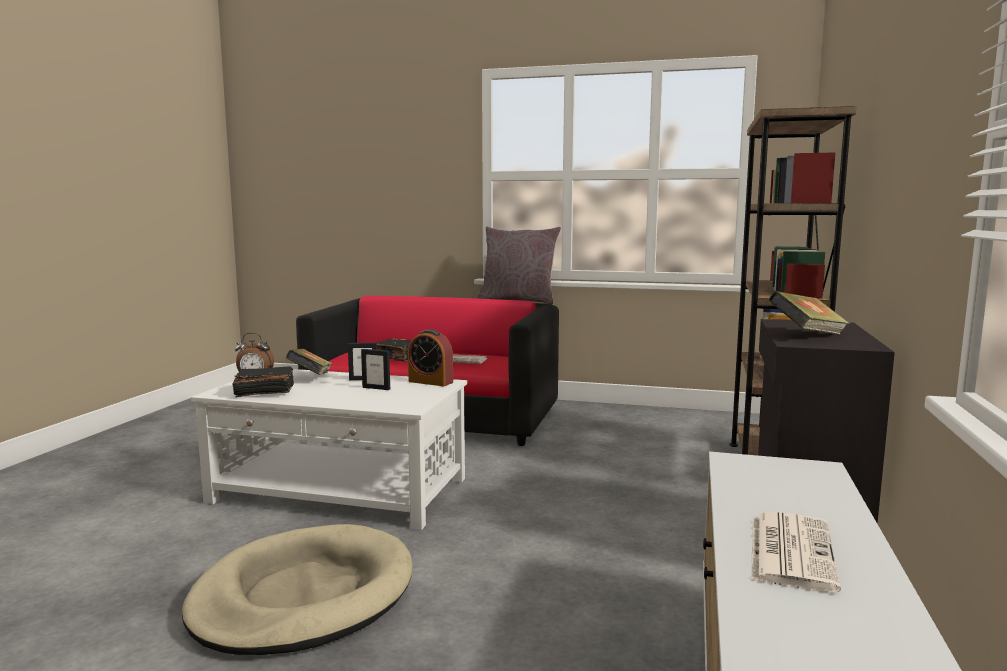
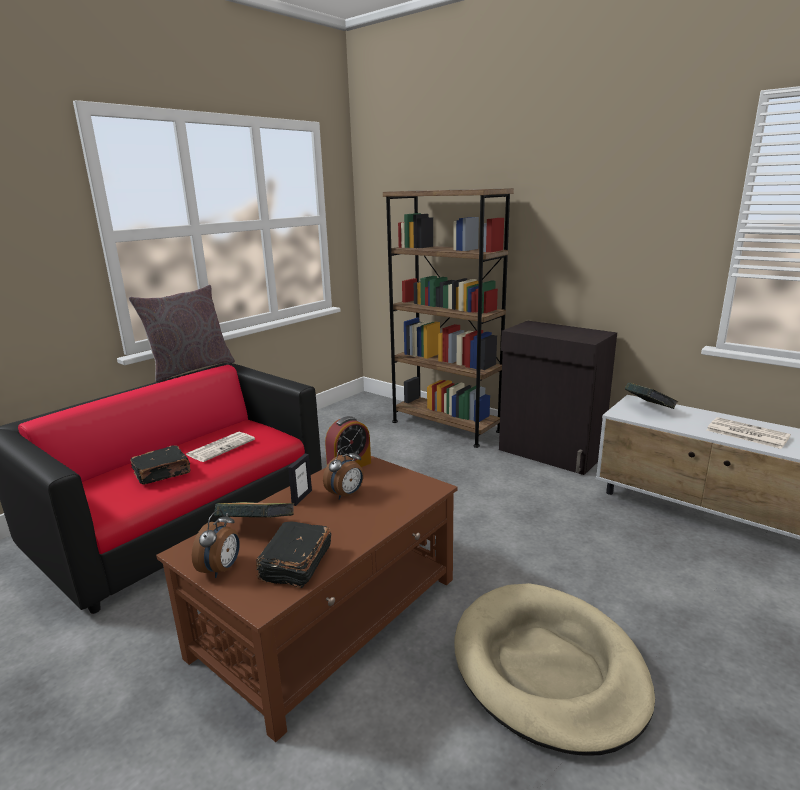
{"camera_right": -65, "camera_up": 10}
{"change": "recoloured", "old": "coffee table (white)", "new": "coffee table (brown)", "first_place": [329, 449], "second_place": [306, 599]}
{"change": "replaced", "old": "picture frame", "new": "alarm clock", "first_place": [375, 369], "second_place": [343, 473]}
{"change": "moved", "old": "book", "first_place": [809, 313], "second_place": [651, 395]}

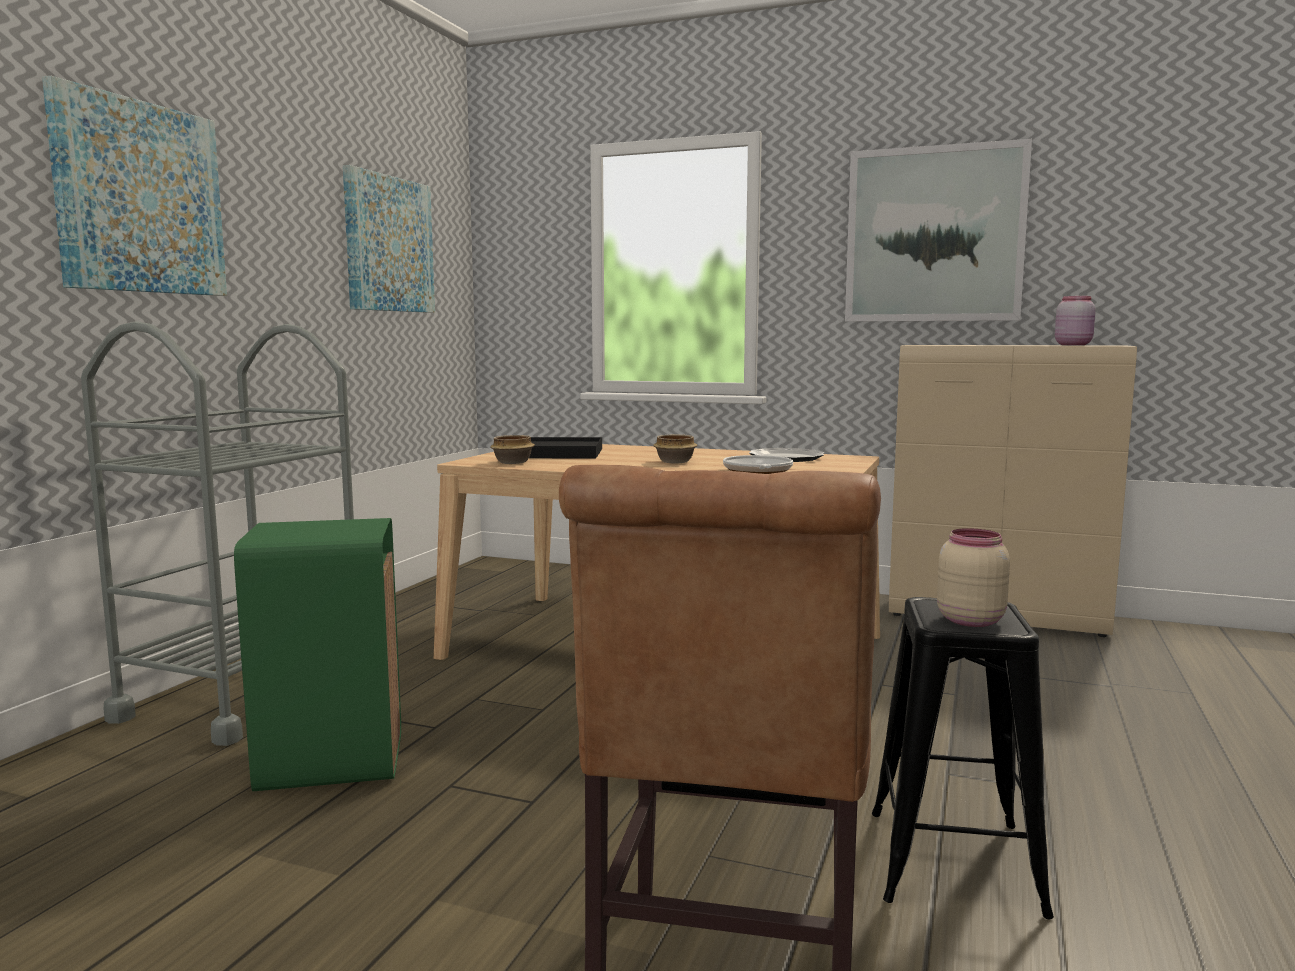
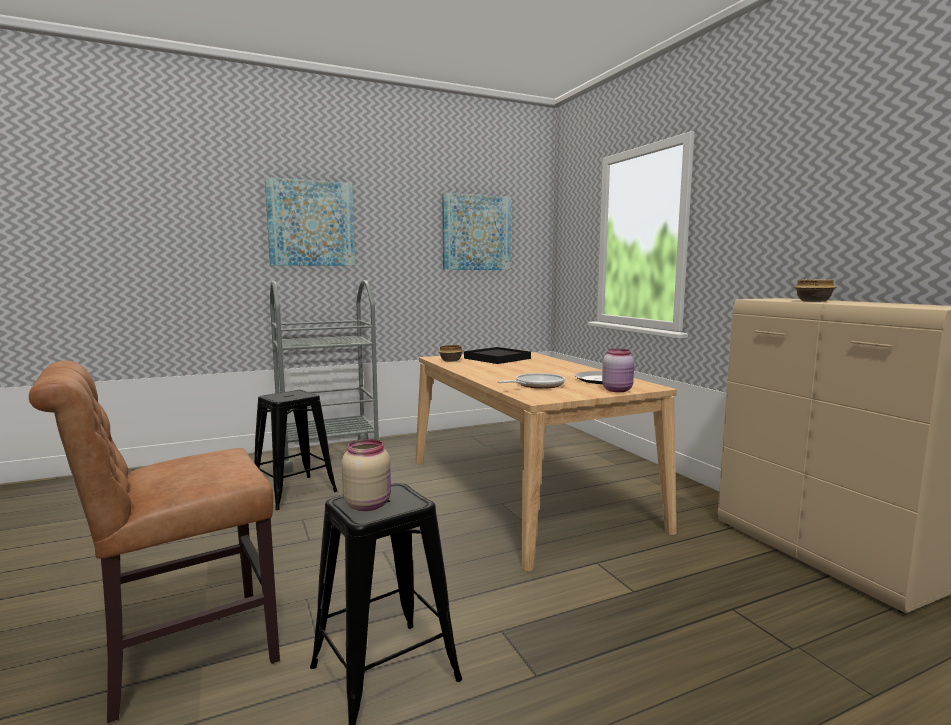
{"camera_right": 45, "camera_up": 0}
{"change": "replaced", "old": "trash can (green)", "new": "stool (black)", "first_place": [317, 654], "second_place": [295, 450]}
{"change": "moved", "old": "jar (pink)", "first_place": [1075, 320], "second_place": [618, 370]}
{"change": "moved", "old": "bowl", "first_place": [675, 448], "second_place": [815, 290]}
{"change": "removed", "old": "picture", "first_place": [938, 230]}

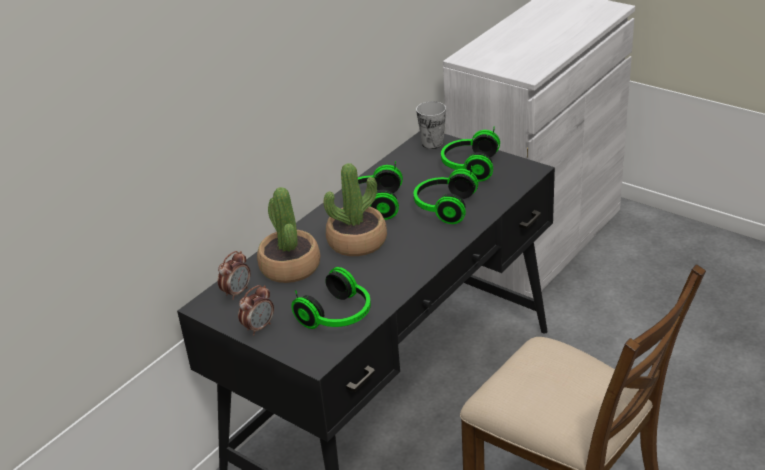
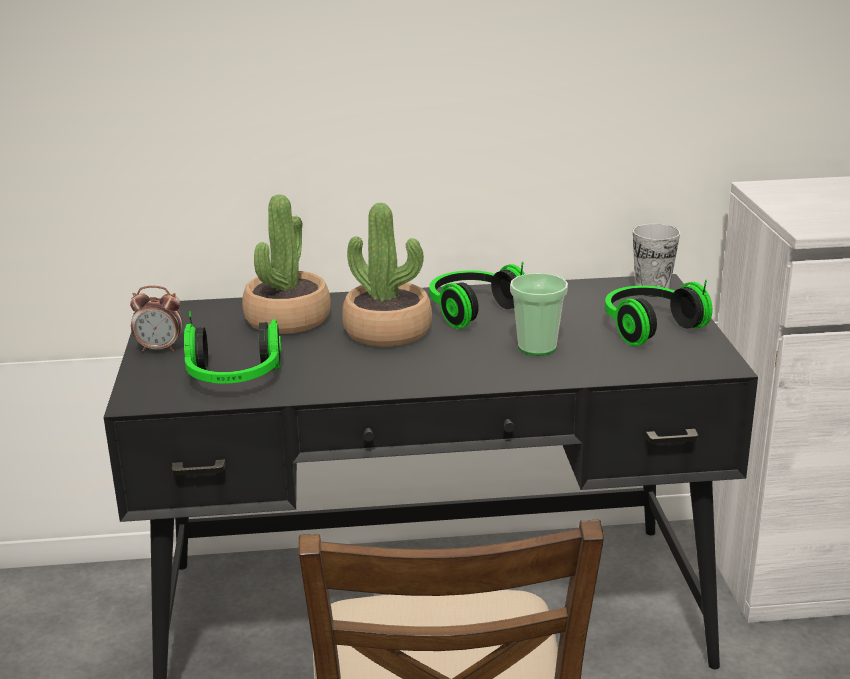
{"camera_right": 45, "camera_up": -10}
{"change": "replaced", "old": "headphones", "new": "cup", "first_place": [446, 195], "second_place": [539, 314]}
{"change": "removed", "old": "alarm clock", "first_place": [234, 275]}

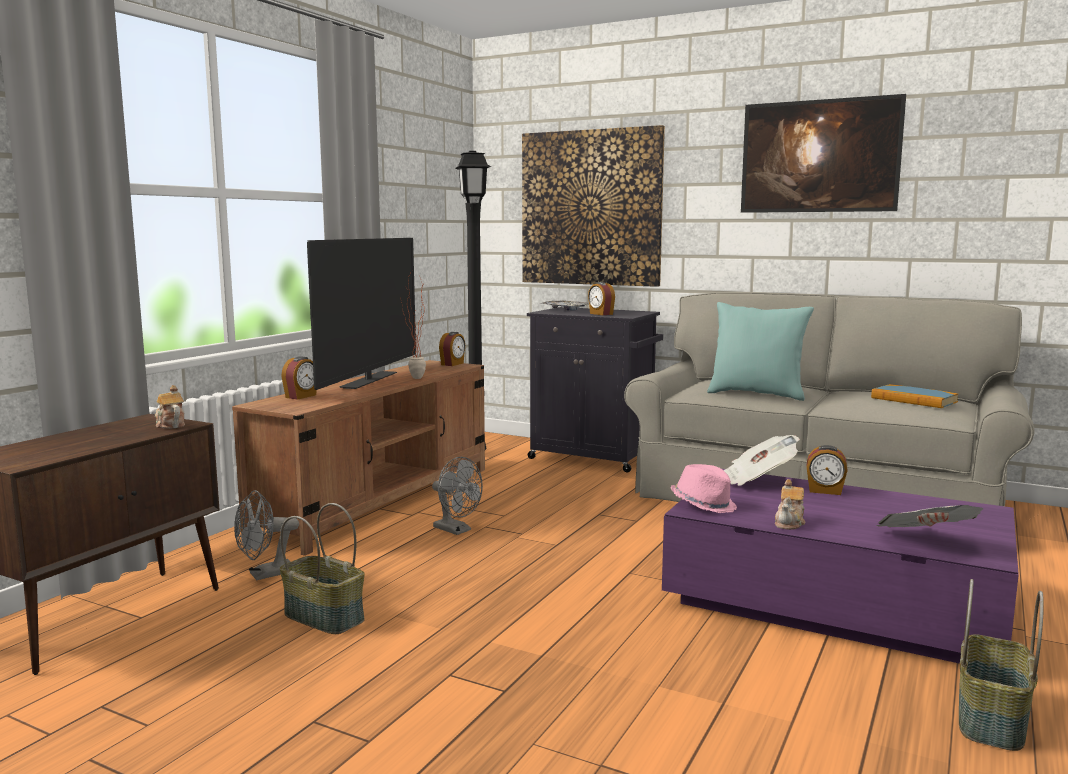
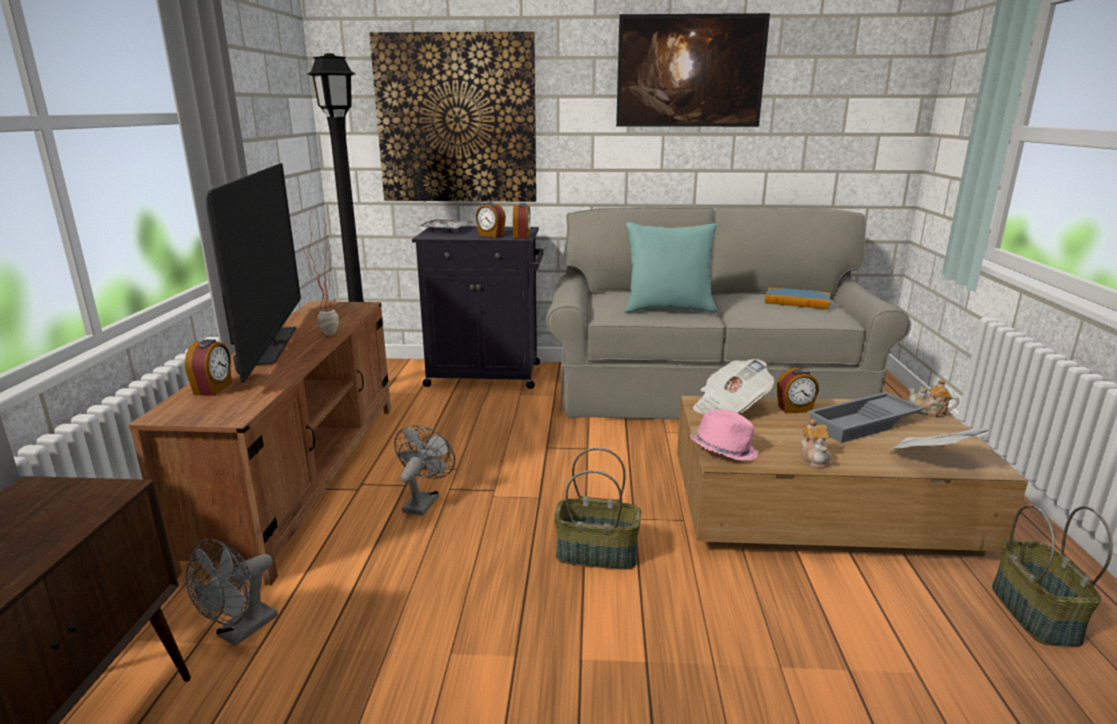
{"camera_right": -25, "camera_up": 10}
{"change": "turned", "old": "fan (grey)", "first_place": [457, 496], "second_place": [424, 470], "degrees": -90}
{"change": "moved", "old": "alarm clock", "first_place": [452, 349], "second_place": [521, 221]}
{"change": "moved", "old": "basket", "first_place": [322, 568], "second_place": [597, 509]}
{"change": "recoloured", "old": "coffee table (purple)", "new": "coffee table (brown)", "first_place": [840, 566], "second_place": [852, 476]}
{"change": "added", "new": "tray (grey)", "second_place": [866, 417]}
{"change": "moved", "old": "teapot", "first_place": [170, 406], "second_place": [933, 398]}

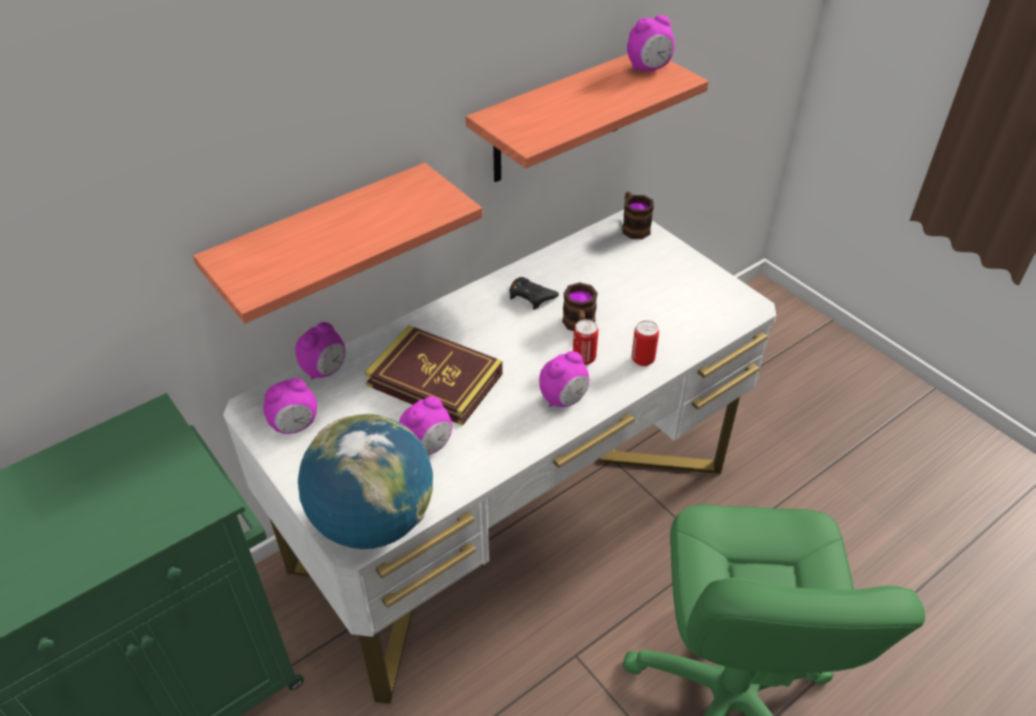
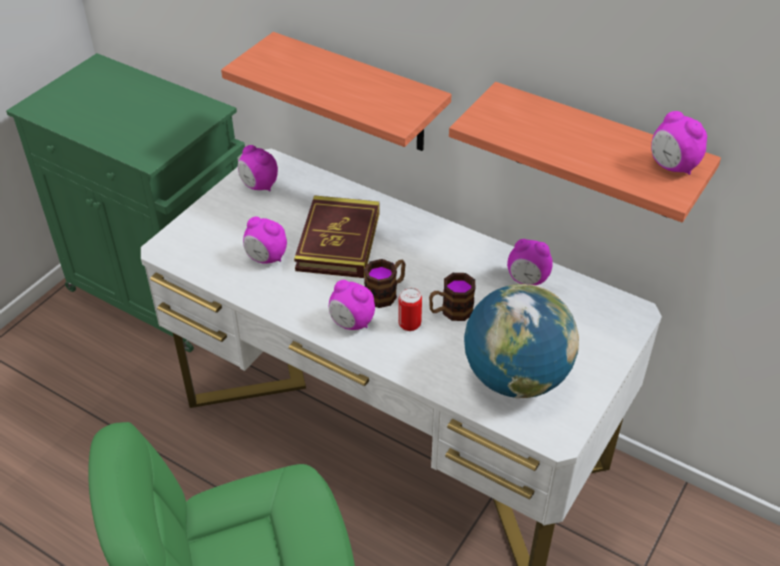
{"camera_right": 70, "camera_up": 0}
{"change": "moved", "old": "mug", "first_place": [638, 215], "second_place": [385, 283]}
{"change": "moved", "old": "globe", "first_place": [365, 481], "second_place": [521, 341]}
{"change": "moved", "old": "alarm clock", "first_place": [320, 351], "second_place": [530, 262]}
{"change": "removed", "old": "game controller (black)", "first_place": [534, 293]}
{"change": "removed", "old": "can", "first_place": [645, 343]}

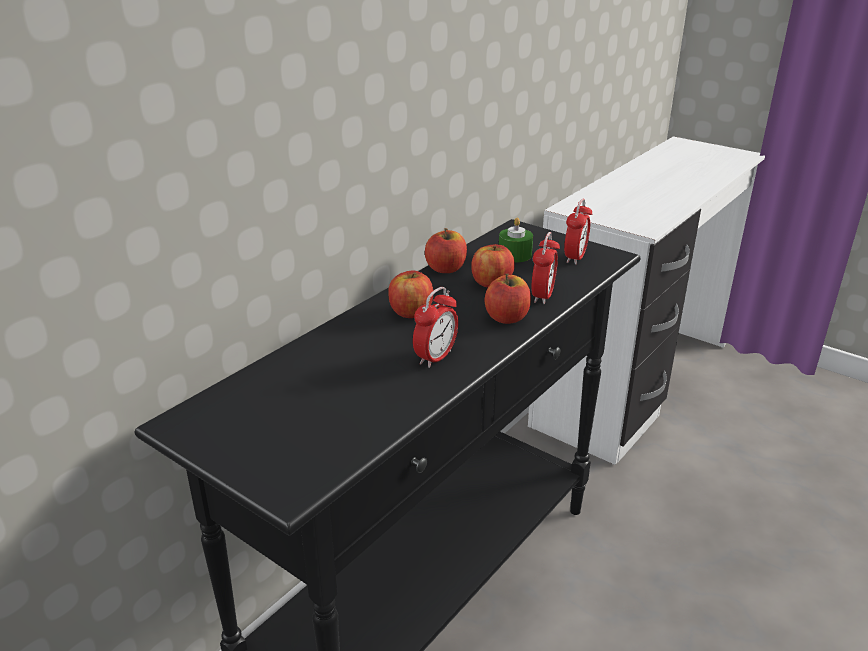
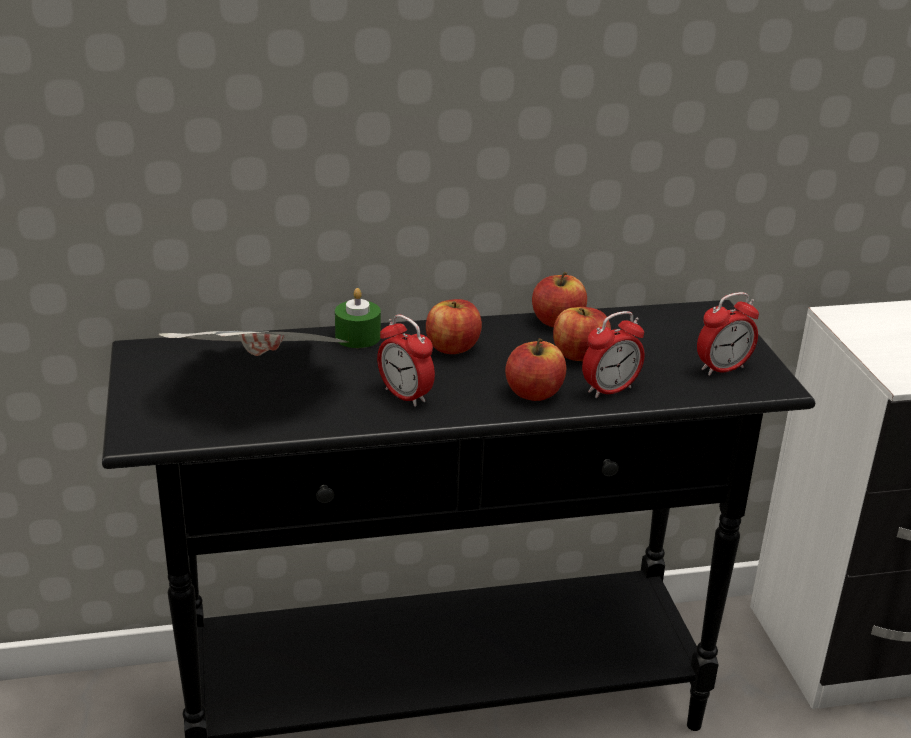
{"camera_right": 40, "camera_up": 0}
{"change": "added", "new": "newspaper", "second_place": [254, 343]}
{"change": "moved", "old": "candle (green)", "first_place": [516, 239], "second_place": [358, 318]}
{"change": "turned", "old": "alarm clock", "first_place": [435, 327], "second_place": [406, 361], "degrees": 60}

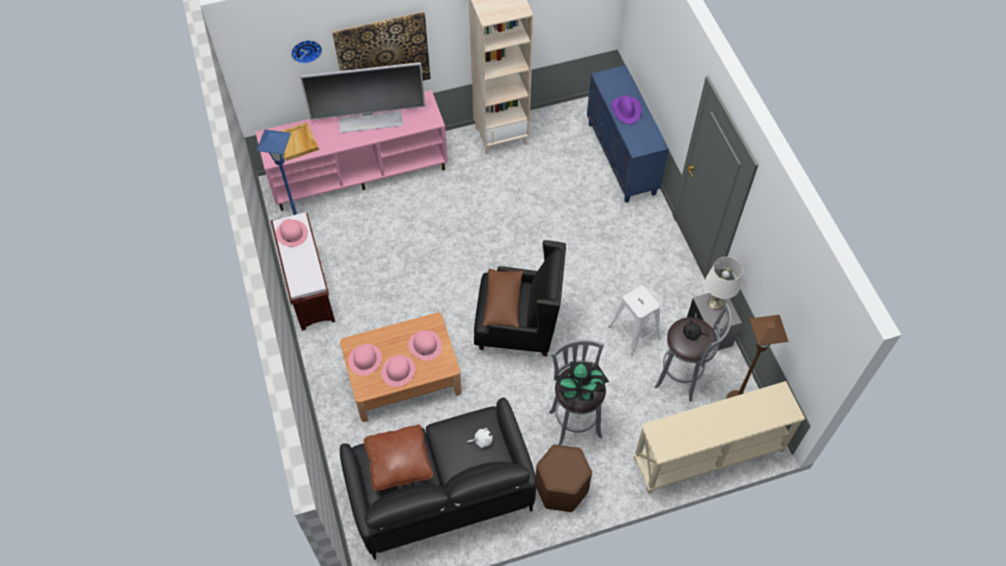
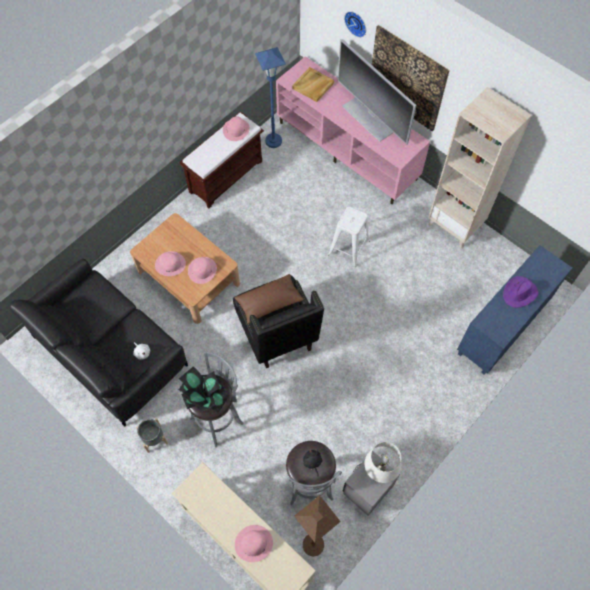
{"camera_right": 60, "camera_up": 5}
{"change": "replaced", "old": "stool (brown)", "new": "planter (grey)", "first_place": [563, 478], "second_place": [152, 435]}
{"change": "moved", "old": "hat (pink)", "first_place": [365, 359], "second_place": [254, 543]}
{"change": "moved", "old": "stool (white)", "first_place": [634, 320], "second_place": [349, 236]}
{"change": "removed", "old": "pillow (brown)", "first_place": [398, 458]}

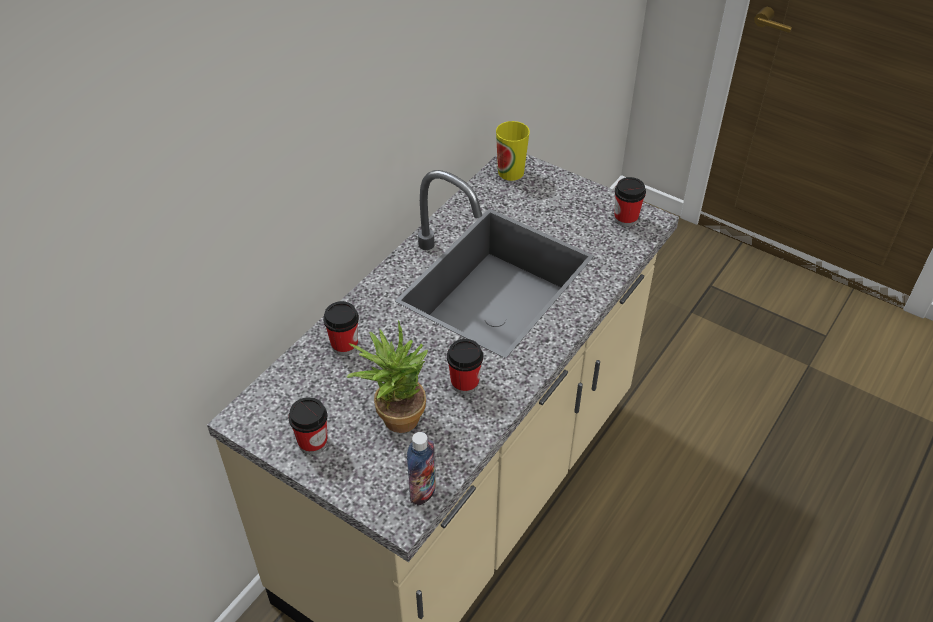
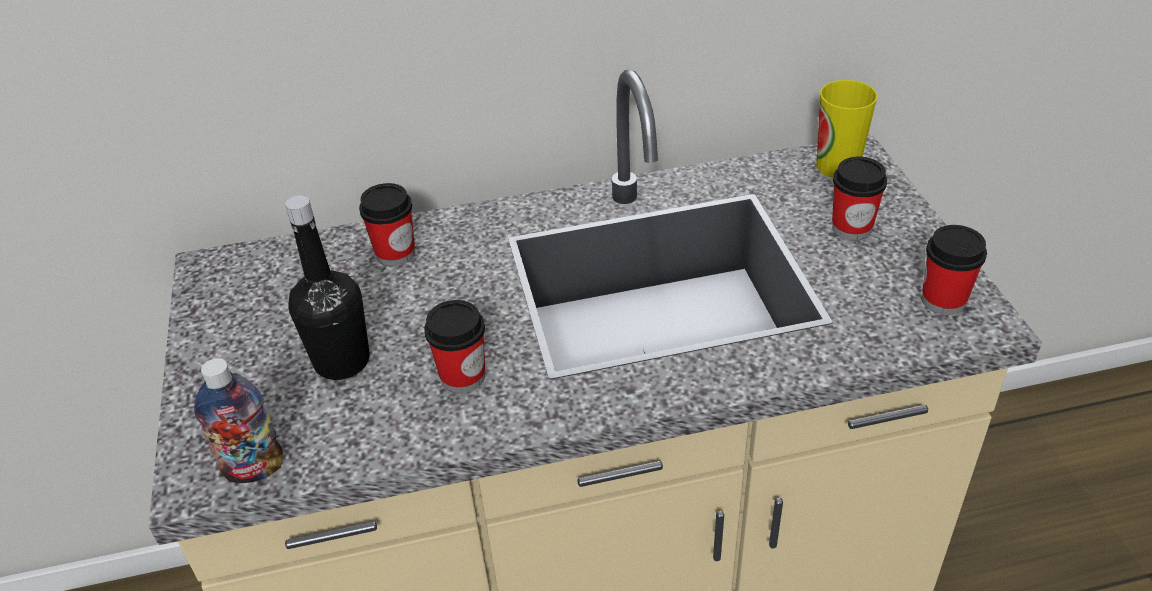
{"camera_right": 45, "camera_up": -5}
{"change": "replaced", "old": "potted plant", "new": "bottle (black)", "first_place": [387, 377], "second_place": [327, 287]}
{"change": "moved", "old": "cup", "first_place": [307, 426], "second_place": [859, 198]}

